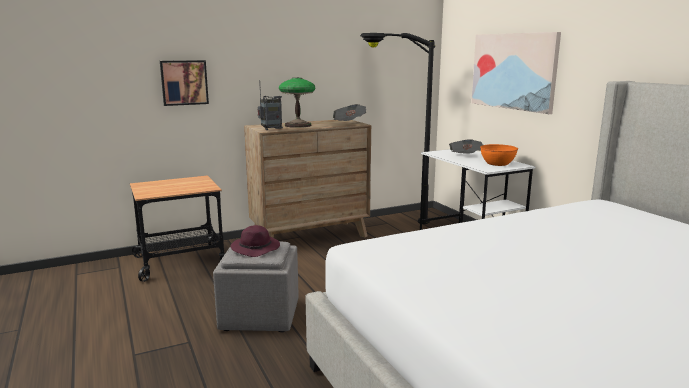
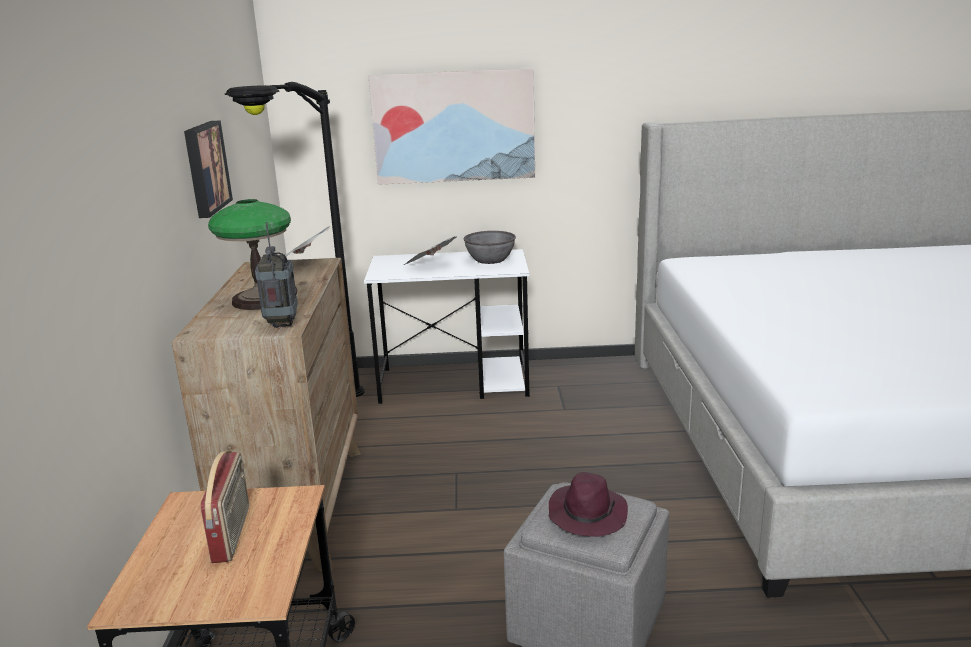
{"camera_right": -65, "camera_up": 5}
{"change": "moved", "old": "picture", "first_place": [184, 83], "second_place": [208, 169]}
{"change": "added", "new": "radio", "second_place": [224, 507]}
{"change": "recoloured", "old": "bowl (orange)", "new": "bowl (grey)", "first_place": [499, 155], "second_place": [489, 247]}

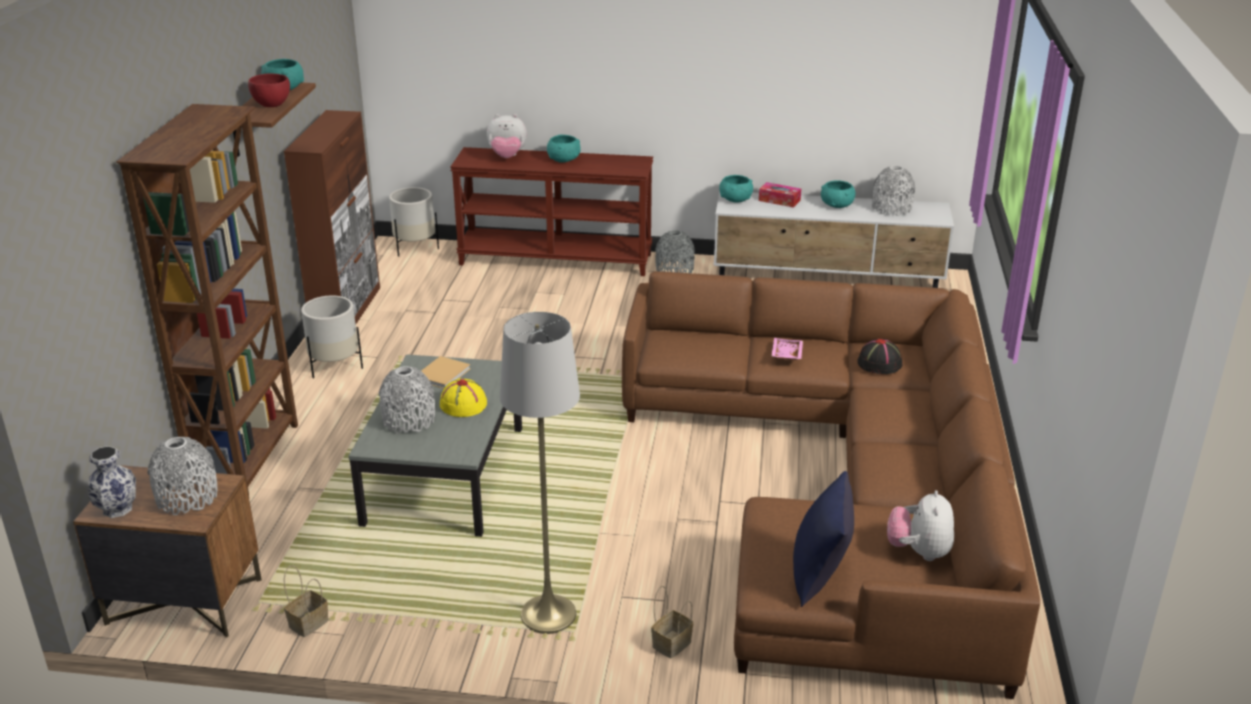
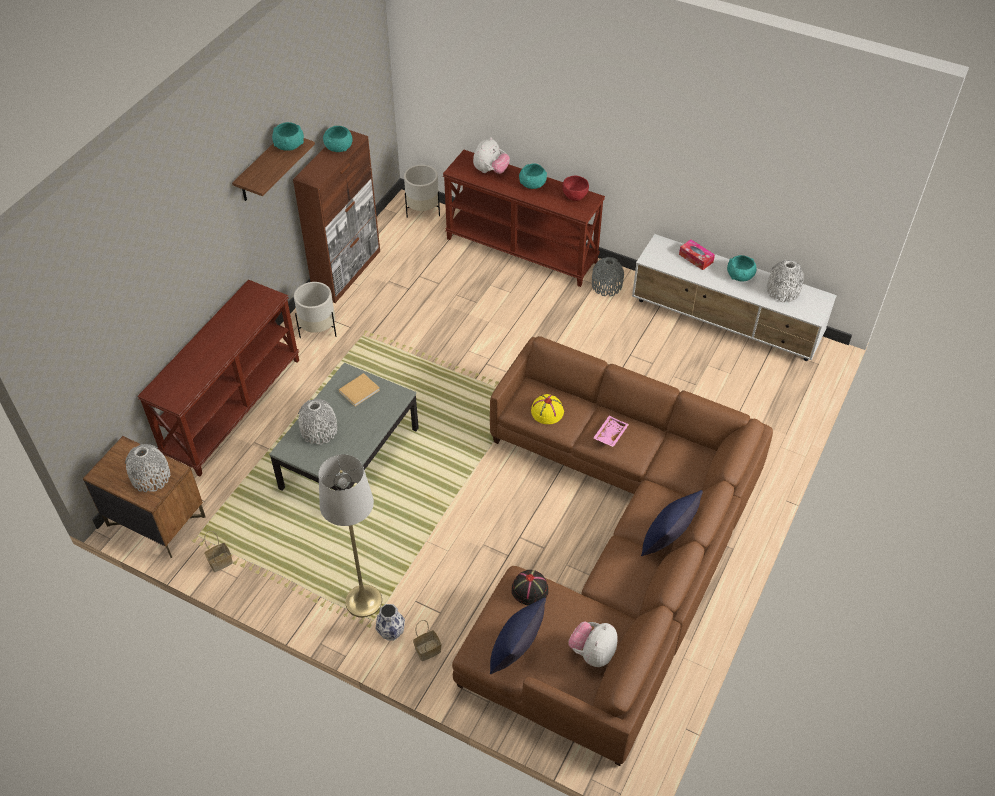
{"camera_right": 20, "camera_up": 20}
{"change": "replaced", "old": "bookcase (brown)", "new": "console table (brown)", "first_place": [207, 300], "second_place": [218, 378]}
{"change": "moved", "old": "bowl (turquoise)", "first_place": [736, 189], "second_place": [338, 139]}
{"change": "moved", "old": "vase", "first_place": [112, 482], "second_place": [390, 622]}
{"change": "turned", "old": "plush toy", "first_place": [507, 136], "second_place": [491, 155], "degrees": -75}
{"change": "moved", "old": "hat (black)", "first_place": [879, 356], "second_place": [529, 588]}
{"change": "moved", "old": "hat (yellow)", "first_place": [463, 397], "second_place": [547, 409]}
{"change": "moved", "old": "bowl (red)", "first_place": [269, 90], "second_place": [575, 188]}
{"change": "added", "new": "pillow (blue)", "second_place": [672, 523]}

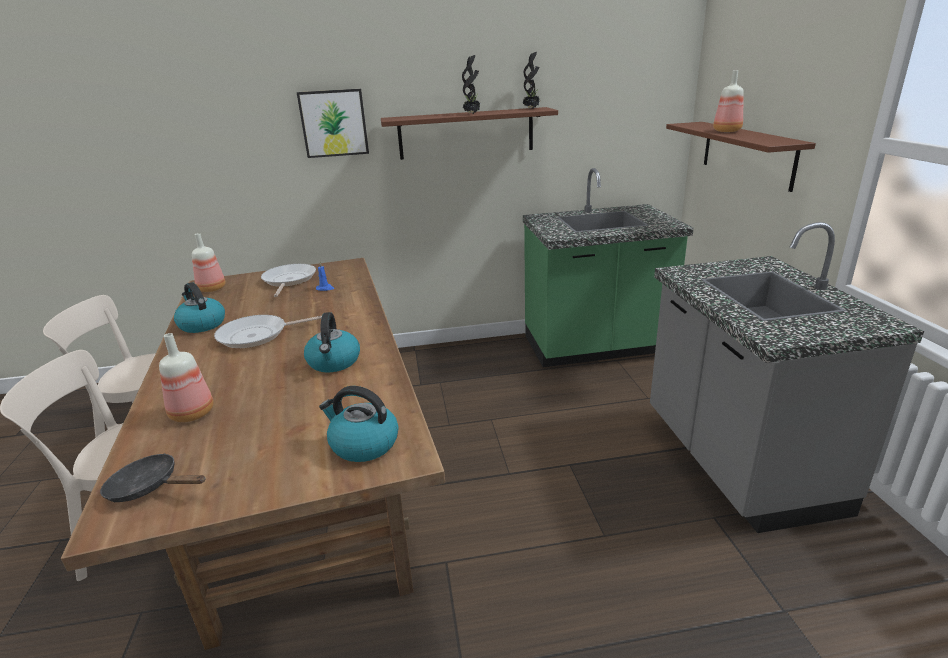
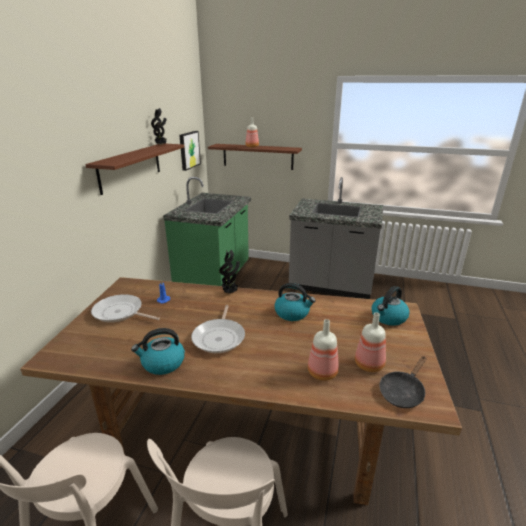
{"camera_right": -65, "camera_up": 0}
{"change": "moved", "old": "picture", "first_place": [333, 123], "second_place": [190, 151]}
{"change": "moved", "old": "potted plant", "first_place": [471, 84], "second_place": [229, 272]}
{"change": "moved", "old": "bottle", "first_place": [209, 262], "second_place": [370, 342]}

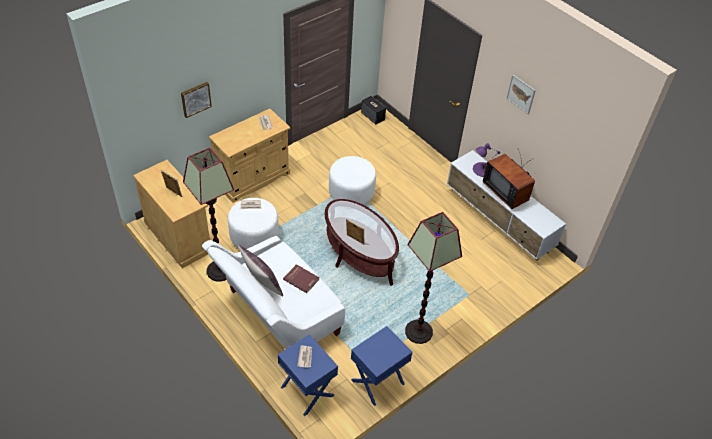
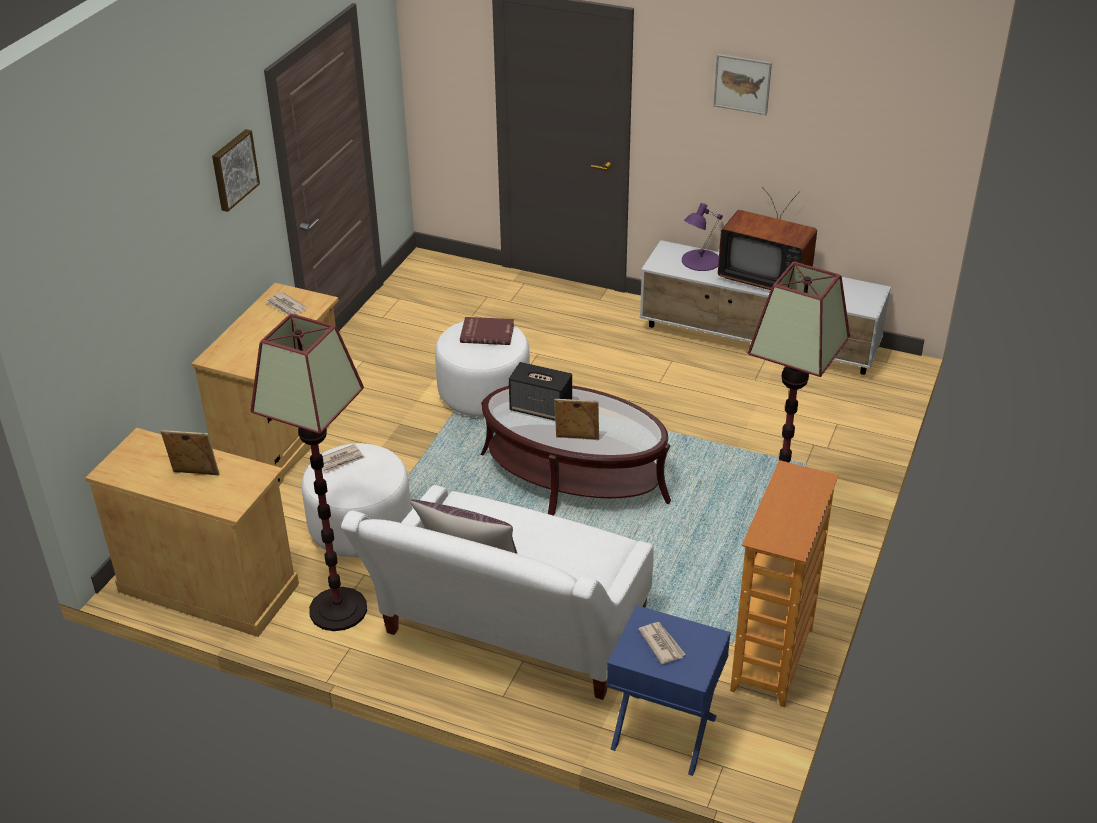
{"camera_right": -25, "camera_up": -10}
{"change": "moved", "old": "picture", "first_place": [196, 100], "second_place": [236, 170]}
{"change": "moved", "old": "book (red)", "first_place": [301, 278], "second_place": [487, 331]}
{"change": "moved", "old": "speaker", "first_place": [373, 110], "second_place": [540, 391]}
{"change": "replaced", "old": "nightstand (blue)", "new": "bookcase", "first_place": [381, 366], "second_place": [784, 583]}

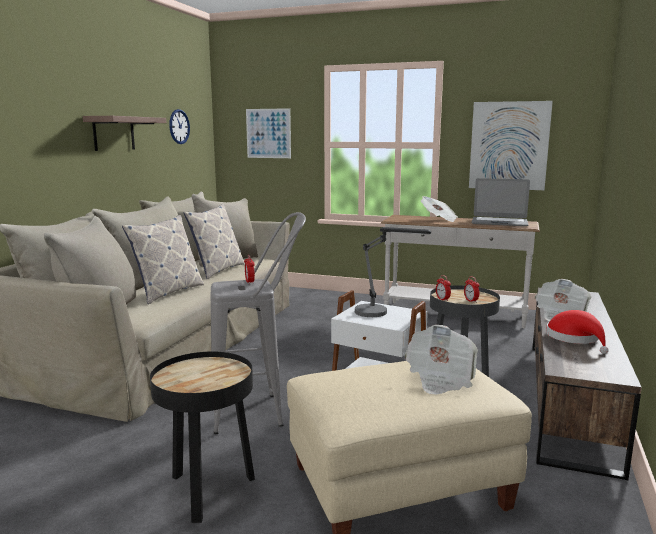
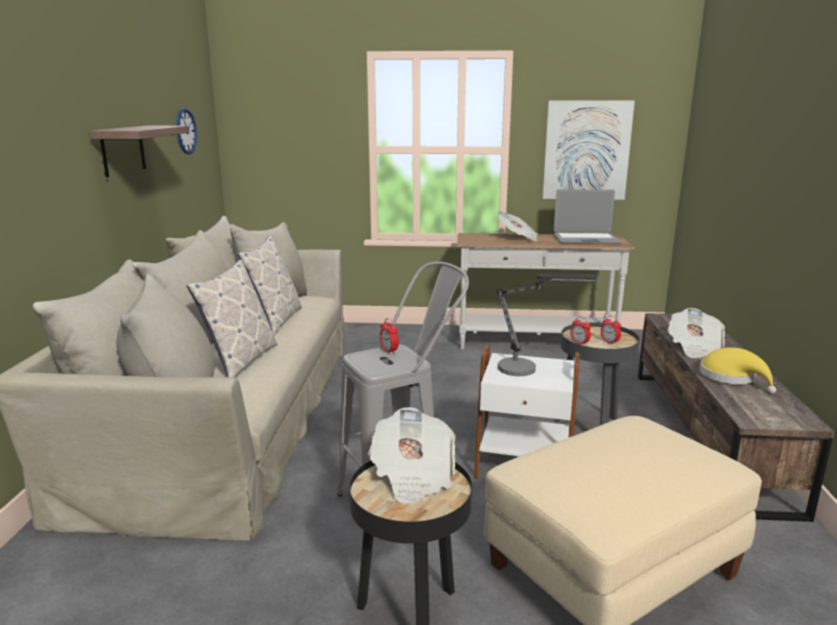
{"camera_right": -15, "camera_up": 5}
{"change": "moved", "old": "newspaper", "first_place": [441, 359], "second_place": [411, 455]}
{"change": "recoloured", "old": "hat (red)", "new": "hat (yellow)", "first_place": [577, 332], "second_place": [738, 370]}
{"change": "removed", "old": "picture", "first_place": [268, 133]}

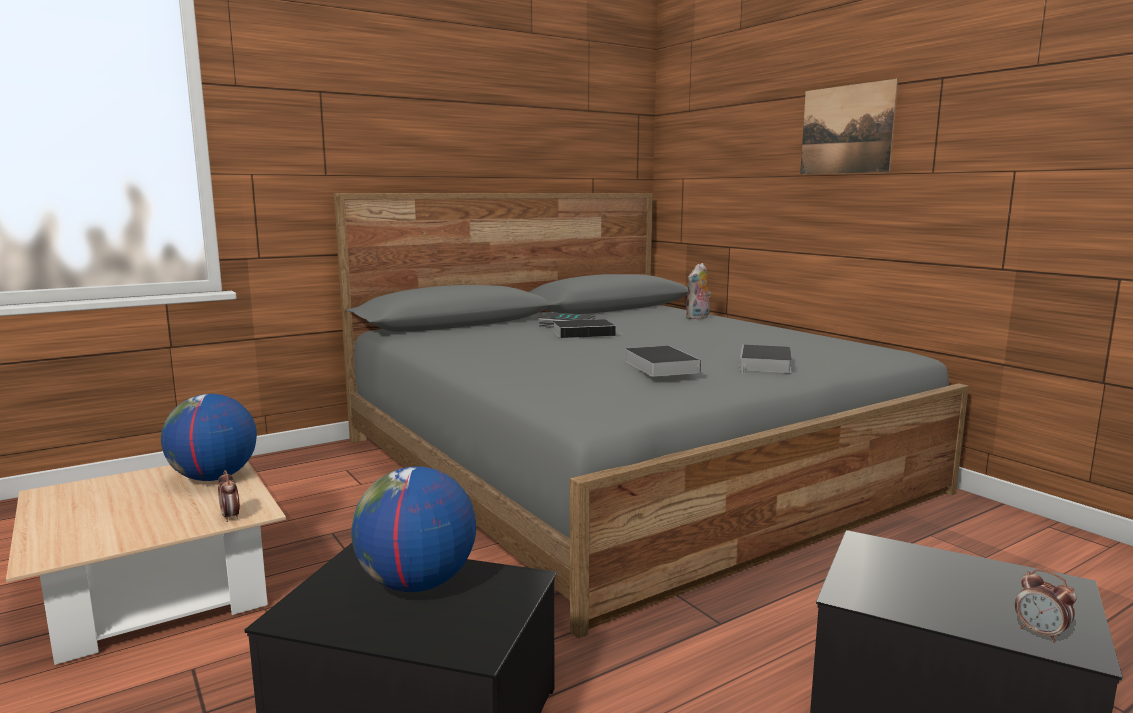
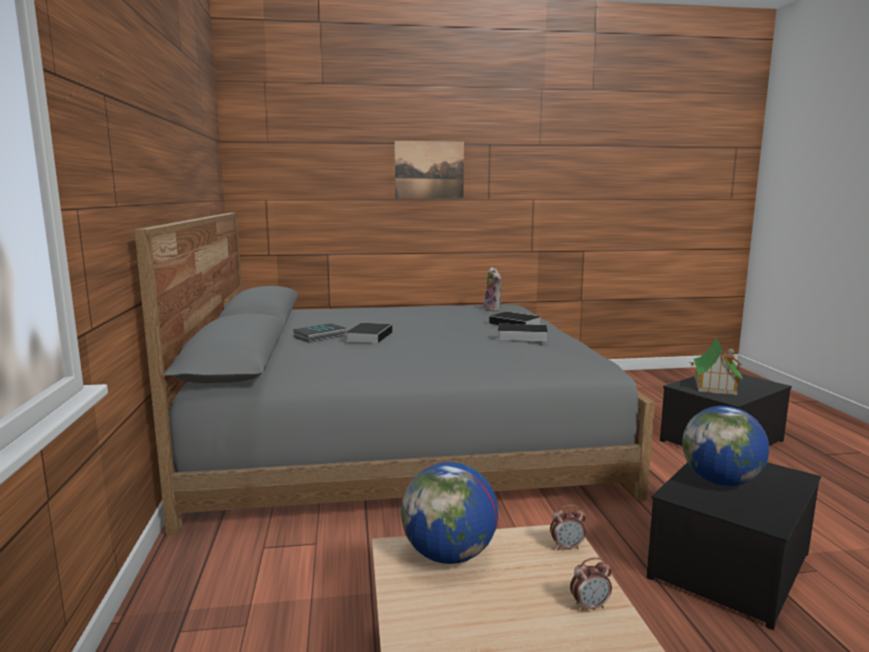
{"camera_right": -65, "camera_up": 0}
{"change": "moved", "old": "plush toy", "first_place": [698, 291], "second_place": [493, 289]}
{"change": "moved", "old": "alarm clock", "first_place": [1046, 606], "second_place": [591, 584]}
{"change": "added", "new": "toy house", "second_place": [717, 364]}

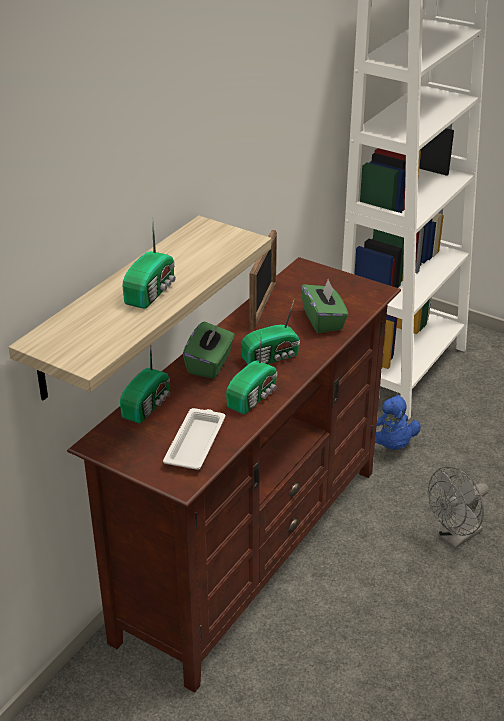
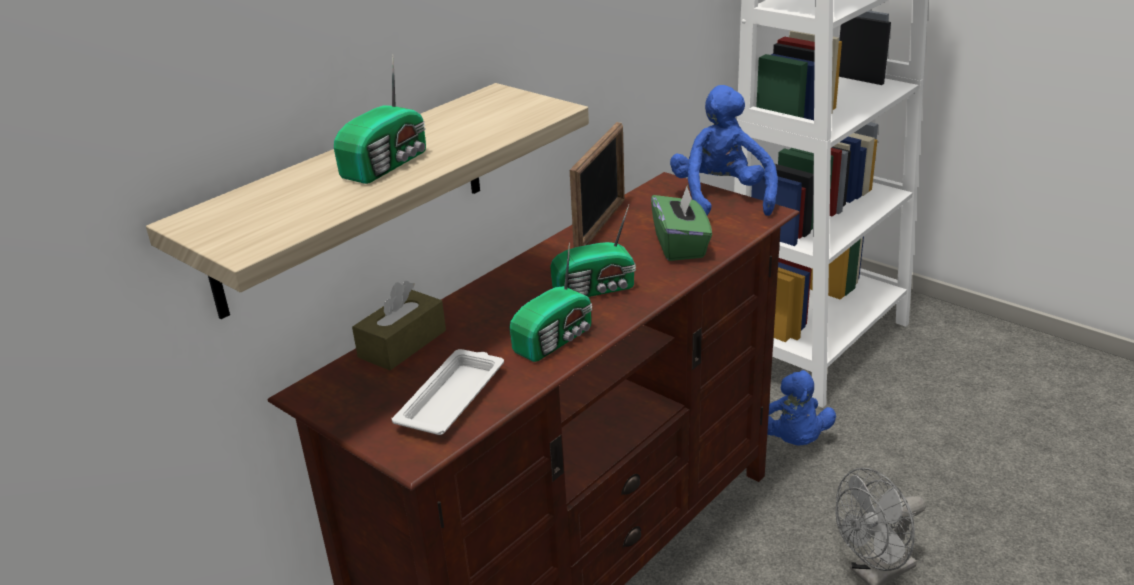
{"camera_right": 10, "camera_up": -5}
{"change": "replaced", "old": "radio", "new": "tissue box (brown)", "first_place": [145, 384], "second_place": [399, 325]}
{"change": "added", "new": "plush toy (blue)", "second_place": [724, 150]}
{"change": "removed", "old": "tissue box (green)", "first_place": [209, 349]}

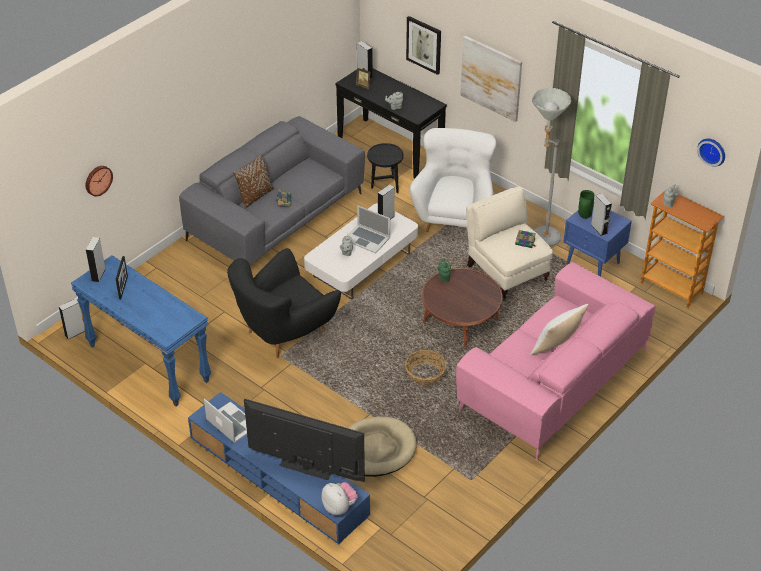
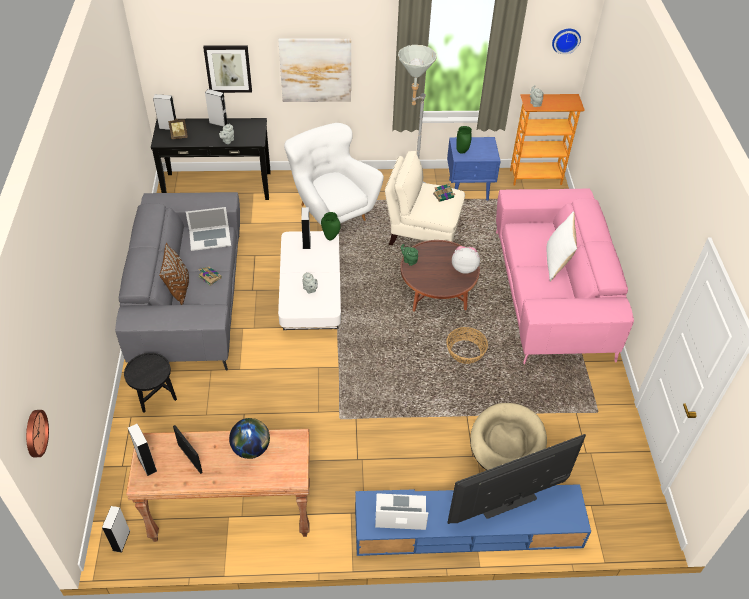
{"camera_right": -45, "camera_up": 5}
{"change": "moved", "old": "wall clock", "first_place": [99, 181], "second_place": [37, 433]}
{"change": "moved", "old": "side table (black)", "first_place": [385, 168], "second_place": [150, 382]}
{"change": "recoloured", "old": "console table (blue)", "new": "console table (brown)", "first_place": [141, 331], "second_place": [218, 485]}
{"change": "moved", "old": "laptop", "first_place": [369, 229], "second_place": [208, 229]}
{"change": "moved", "old": "speaker (grey)", "first_place": [601, 214], "second_place": [216, 108]}
{"change": "added", "new": "globe", "second_place": [249, 438]}
{"change": "added", "new": "vase (green)", "second_place": [331, 226]}
{"change": "moved", "old": "plush toy", "first_place": [340, 498], "second_place": [466, 260]}
{"change": "removed", "old": "armchair (black)", "first_place": [284, 303]}

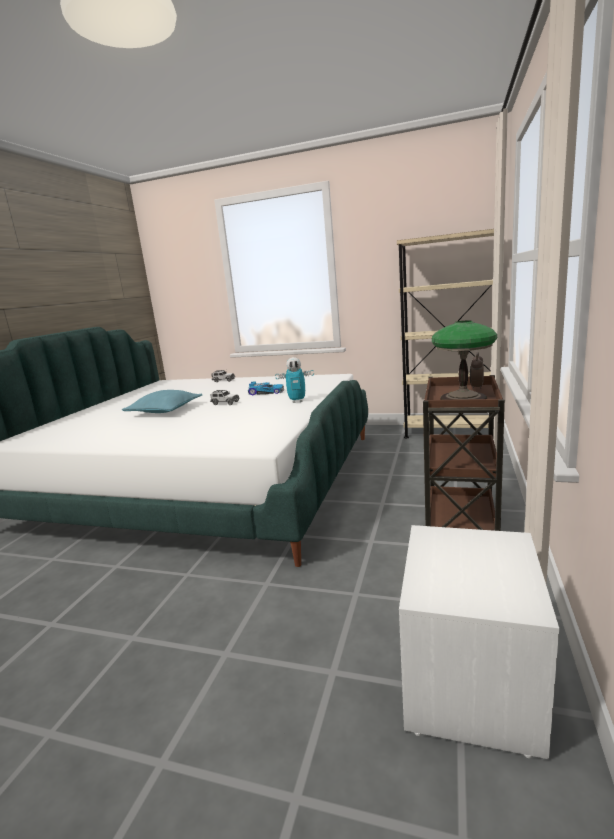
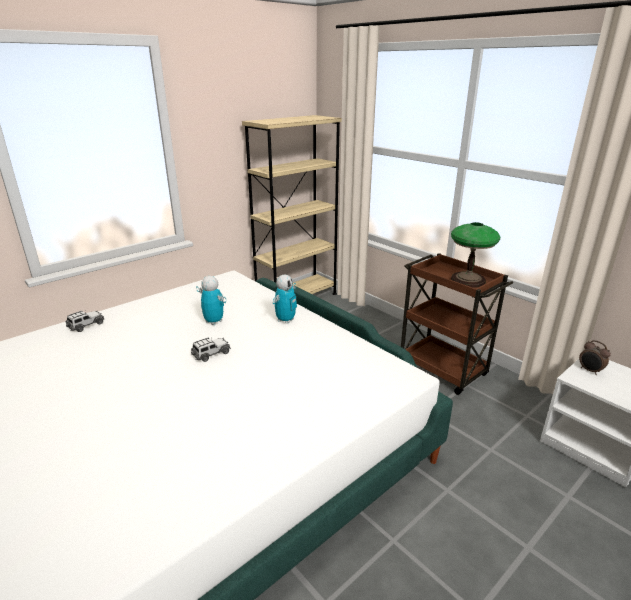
{"camera_right": -60, "camera_up": 10}
{"change": "replaced", "old": "toy car", "new": "toy robot", "first_place": [266, 388], "second_place": [211, 300]}
{"change": "moved", "old": "alarm clock", "first_place": [477, 371], "second_place": [595, 357]}
{"change": "removed", "old": "pillow (turquoise)", "first_place": [162, 401]}

